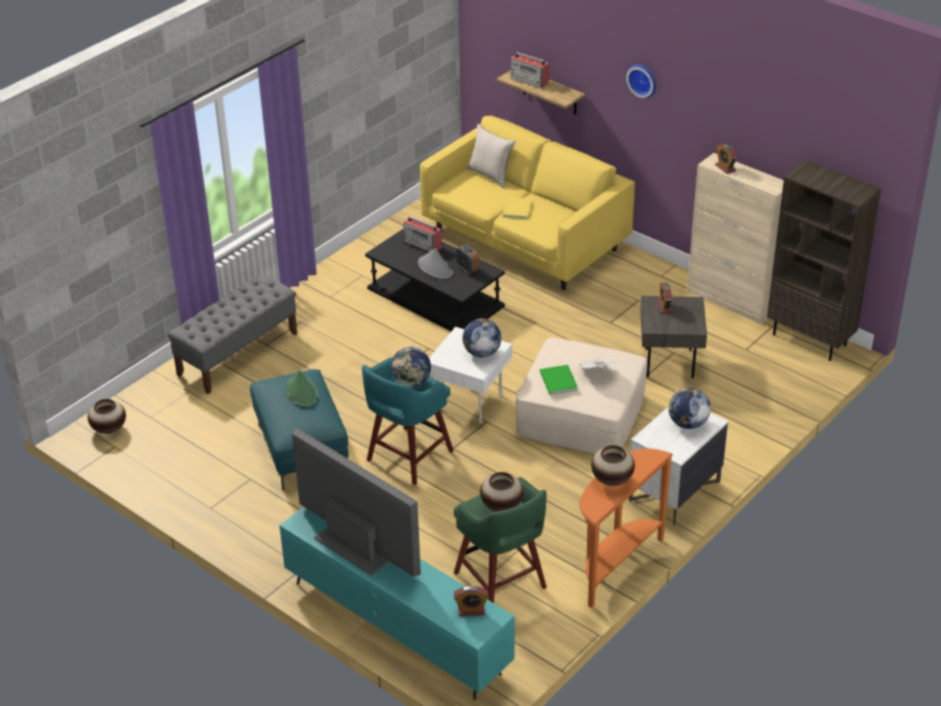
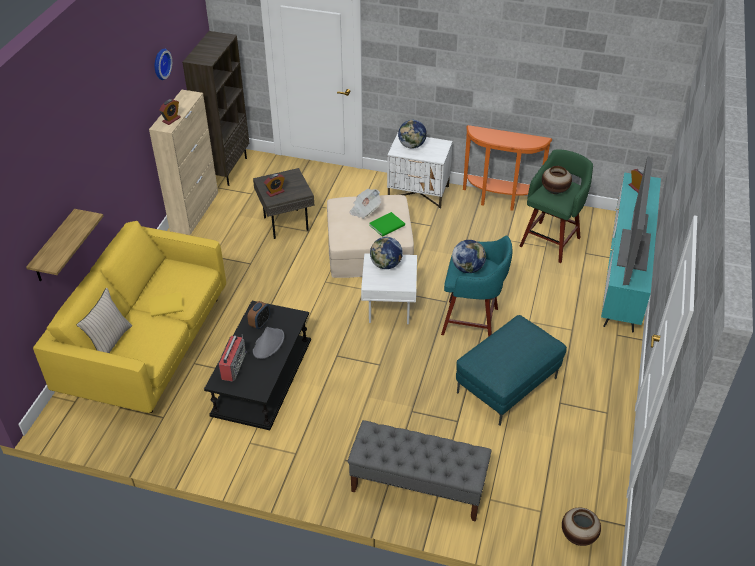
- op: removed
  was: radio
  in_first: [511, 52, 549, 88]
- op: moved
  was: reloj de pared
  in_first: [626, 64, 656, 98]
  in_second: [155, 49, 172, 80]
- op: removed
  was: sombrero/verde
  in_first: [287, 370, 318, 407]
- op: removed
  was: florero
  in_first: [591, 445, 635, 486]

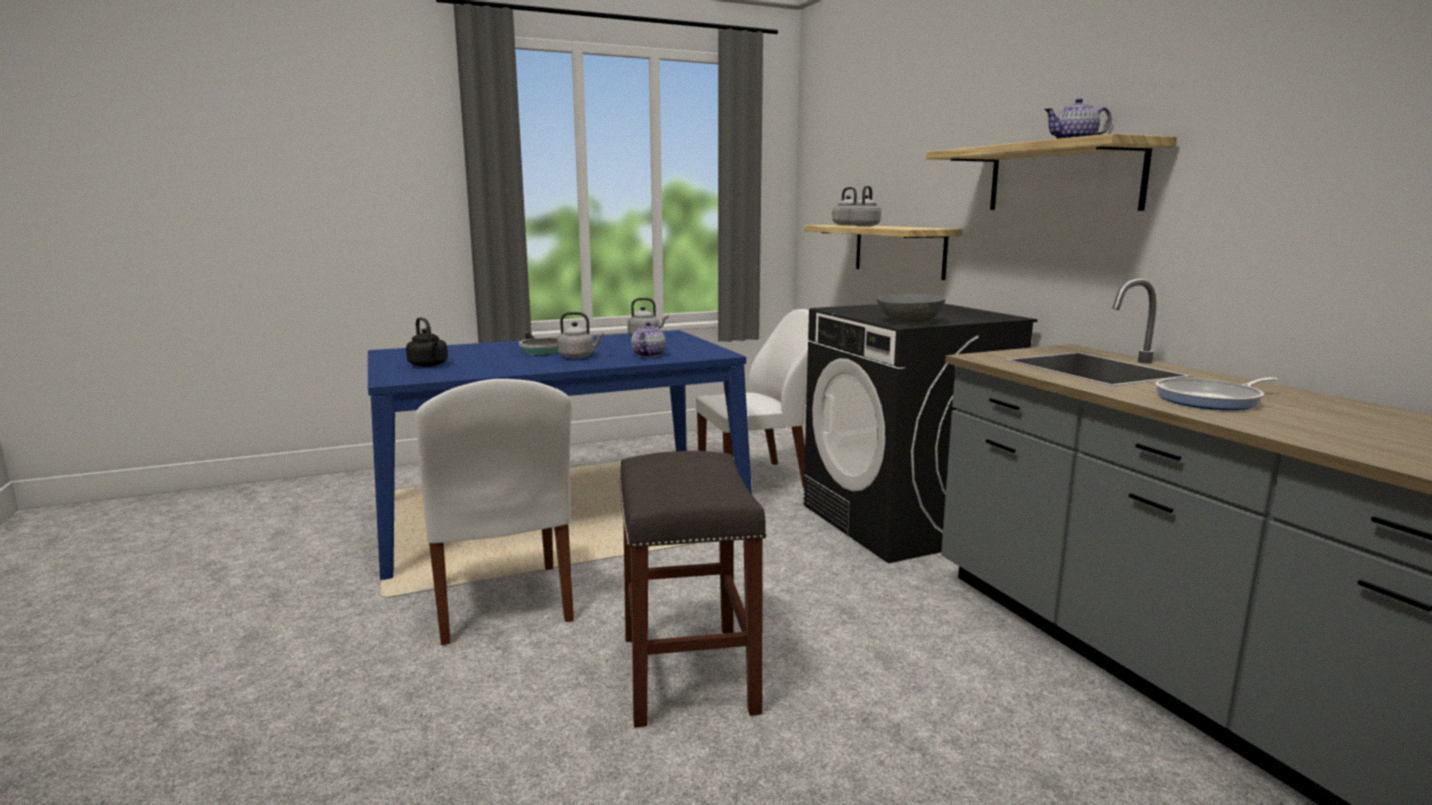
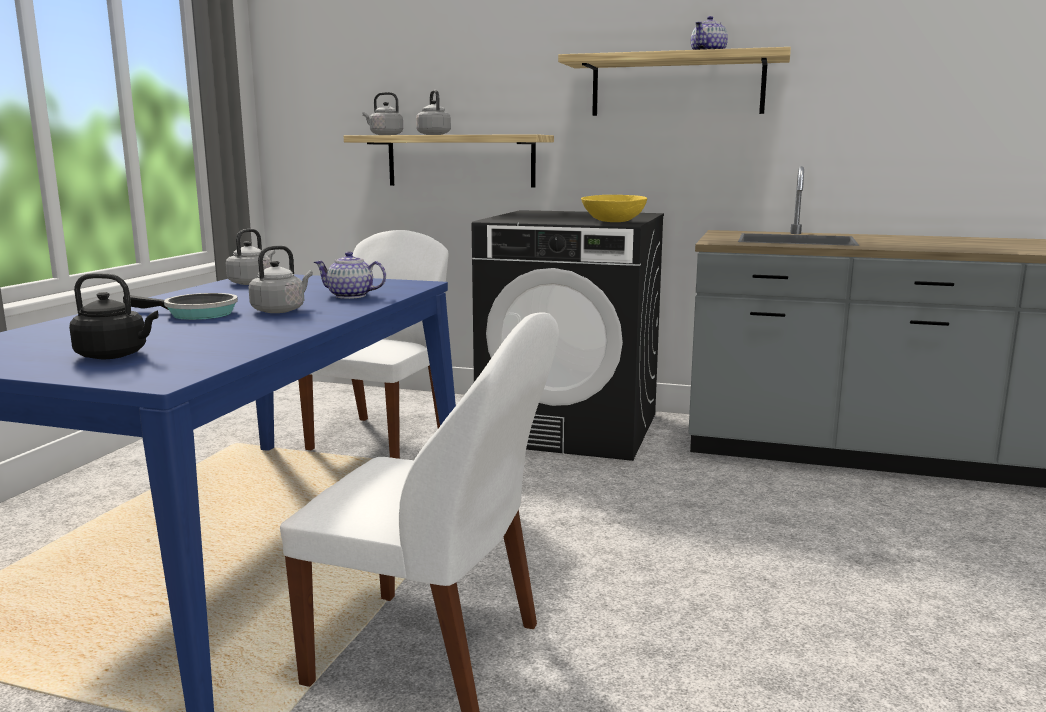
- op: recoloured
  was: cuenco/gris
  now: cuenco/amarillo
  in_first: [877, 294, 946, 323]
  in_second: [581, 195, 647, 222]
- op: turned
  was: tetera
  in_first: [631, 322, 666, 357]
  in_second: [314, 251, 386, 299]
  clockwise: -45
- op: removed
  was: sartén
  in_first: [1156, 377, 1278, 410]
- op: removed
  was: taburete/gris
  in_first: [619, 451, 767, 728]

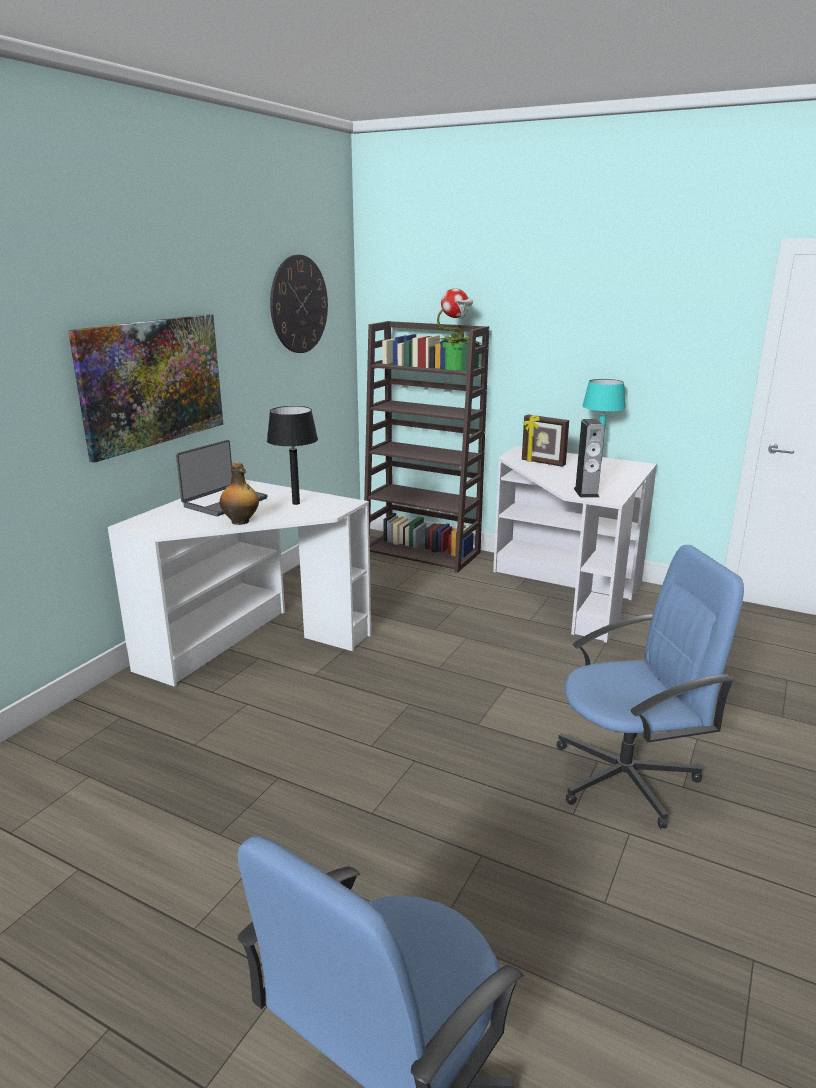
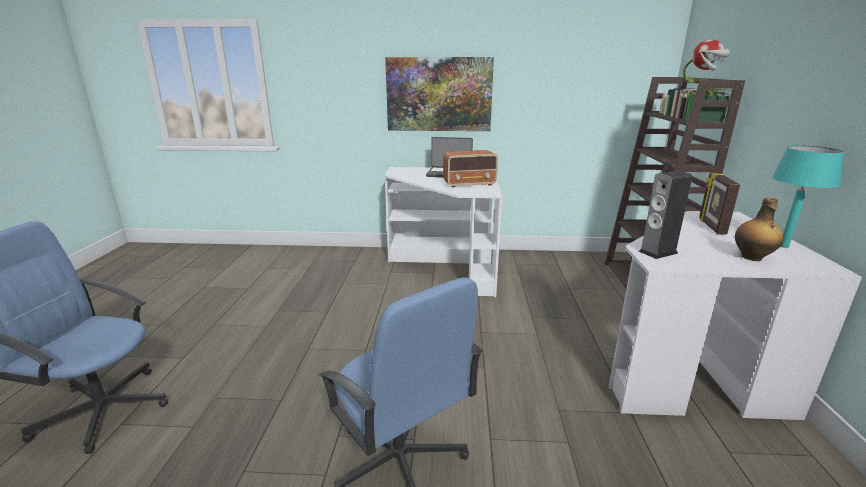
- op: removed
  was: reloj de pared
  in_first: [270, 255, 328, 353]
- op: replaced
  was: lámpara de mesa/negro
  now: radio
  in_first: [267, 406, 318, 505]
  in_second: [443, 150, 498, 187]
- op: moved
  was: botella
  in_first: [220, 462, 259, 525]
  in_second: [735, 197, 783, 261]

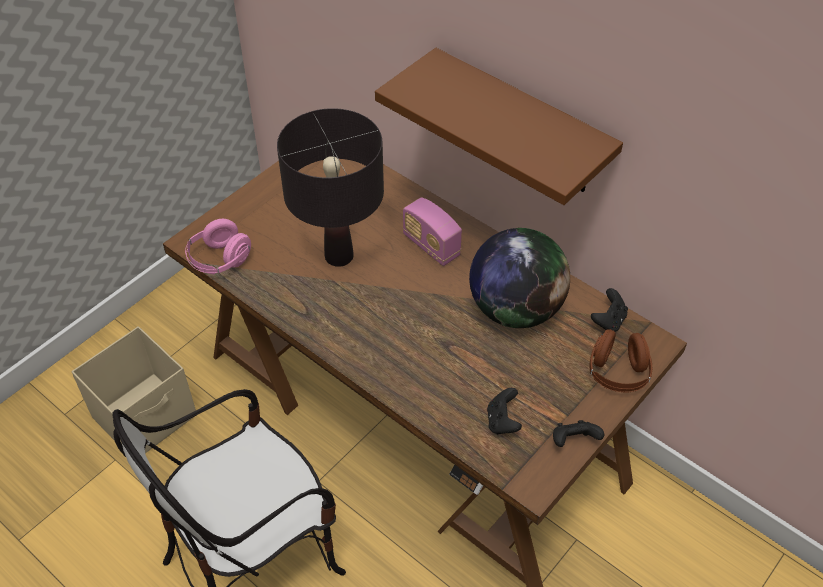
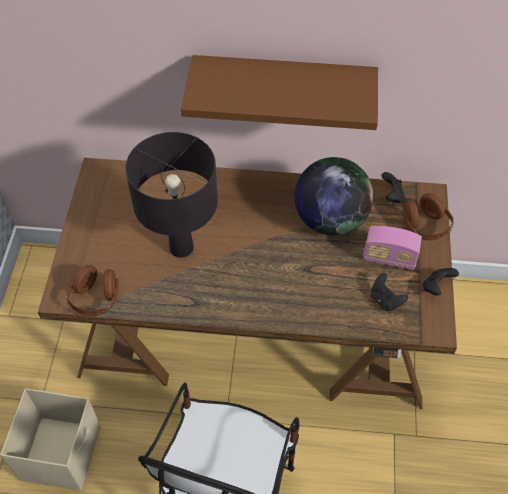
- op: moved
  was: radio
  in_first: [403, 197, 462, 266]
  in_second: [363, 226, 422, 270]
- op: recoloured
  was: auriculares/rosa
  now: auriculares/marrón
  in_first: [185, 219, 251, 274]
  in_second: [66, 265, 118, 317]

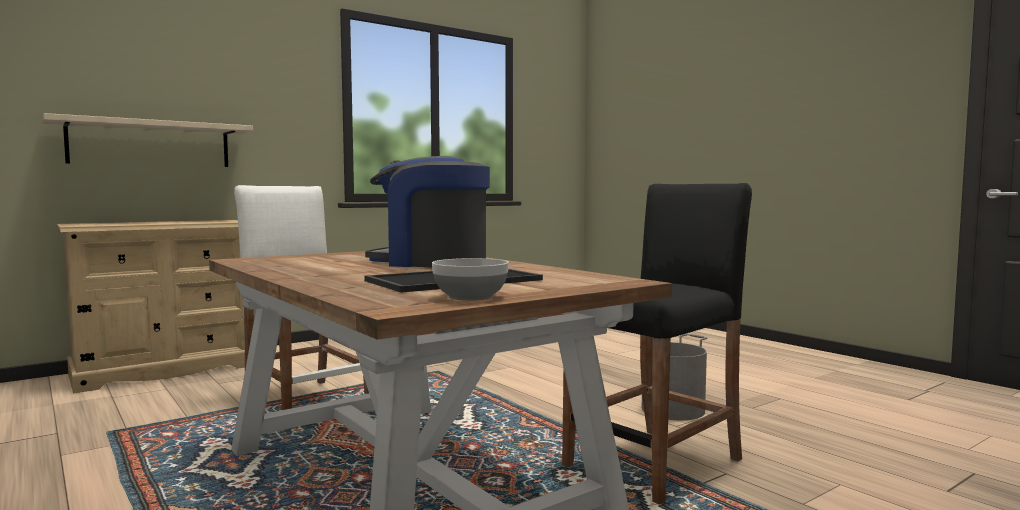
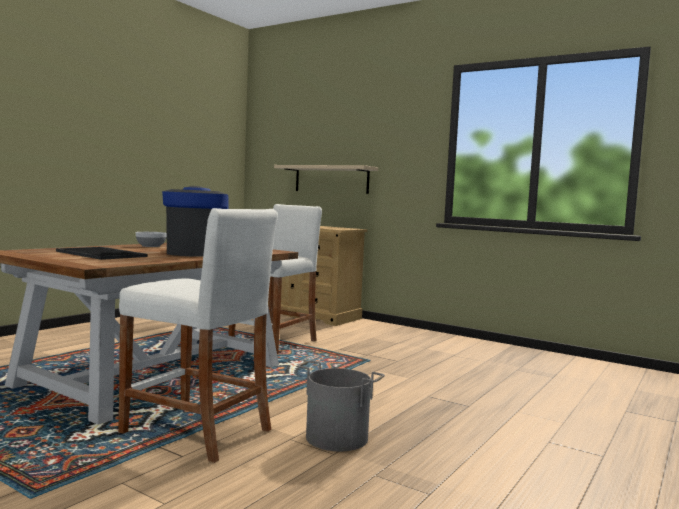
- op: recoloured
  was: taburete/negro
  now: taburete/blanco
  in_first: [562, 183, 752, 505]
  in_second: [118, 208, 278, 463]
- op: moved
  was: cuenco
  in_first: [432, 258, 509, 301]
  in_second: [136, 232, 167, 247]

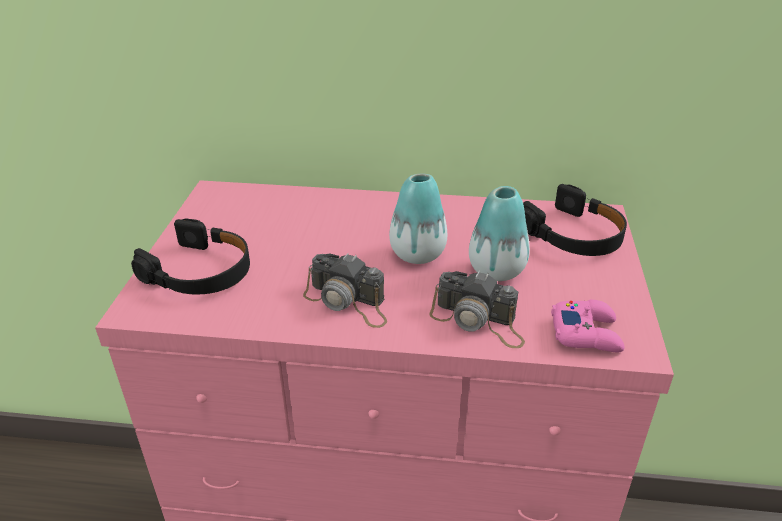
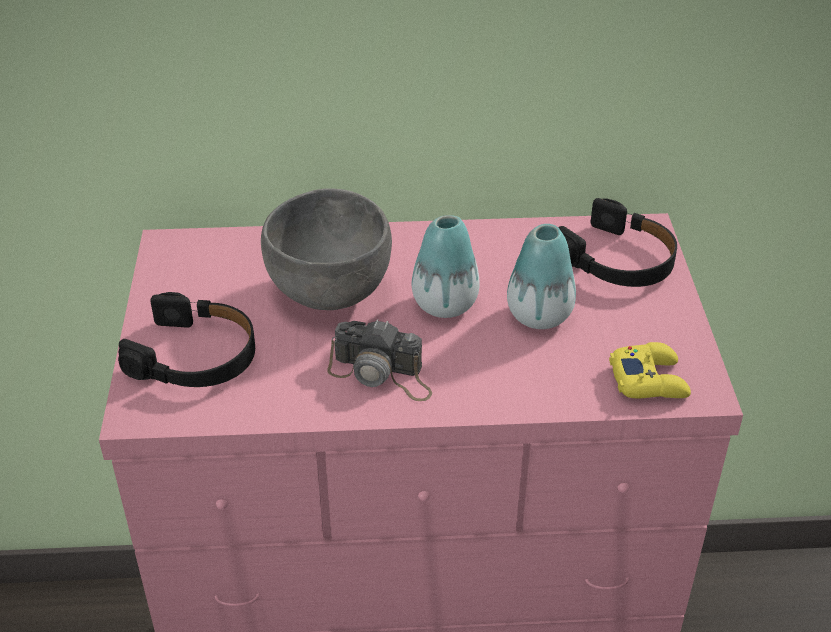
- op: removed
  was: cámara
  in_first: [430, 271, 525, 348]
- op: recoloured
  was: mando de consola/rosa
  now: mando de consola/amarillo
  in_first: [551, 300, 625, 352]
  in_second: [609, 342, 691, 398]
- op: added
  now: cuenco/gris
  in_second: [261, 188, 392, 310]

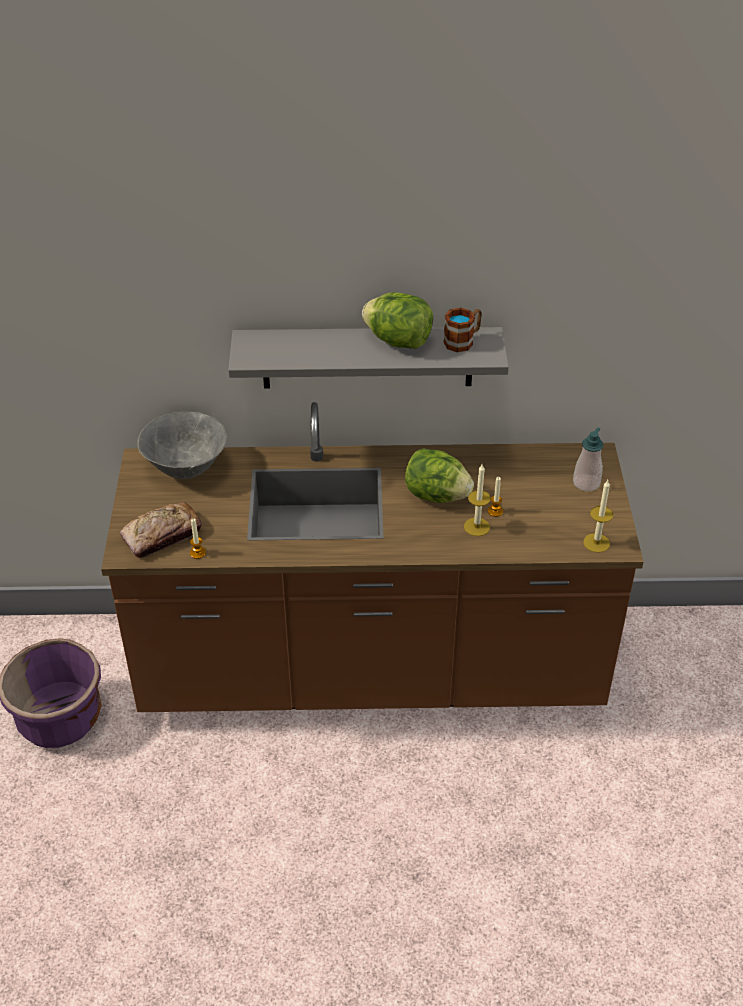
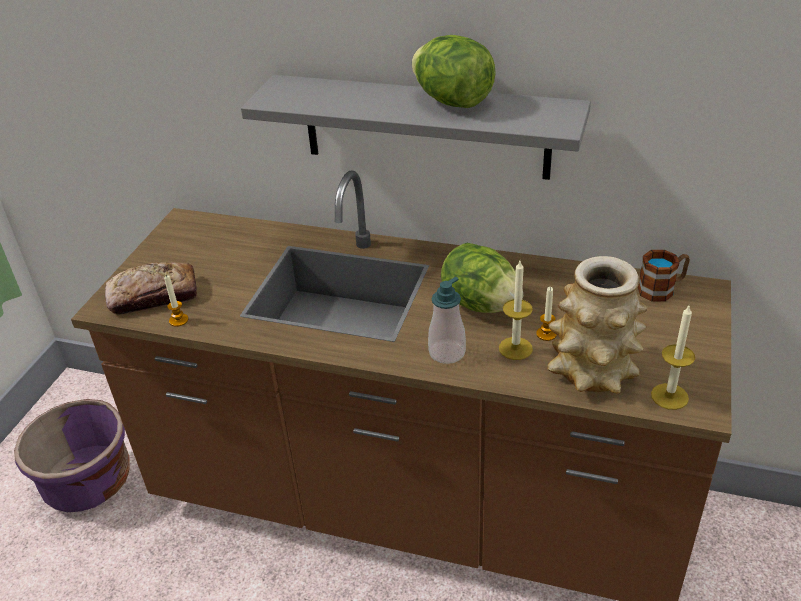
- op: moved
  was: taza grande
  in_first: [443, 308, 482, 352]
  in_second: [638, 250, 690, 301]
- op: removed
  was: cuenco/gris
  in_first: [137, 412, 227, 479]
- op: moved
  was: dispensador de jabón
  in_first: [573, 427, 604, 491]
  in_second: [428, 277, 466, 364]
- op: added
  now: florero
  in_second: [547, 256, 648, 394]

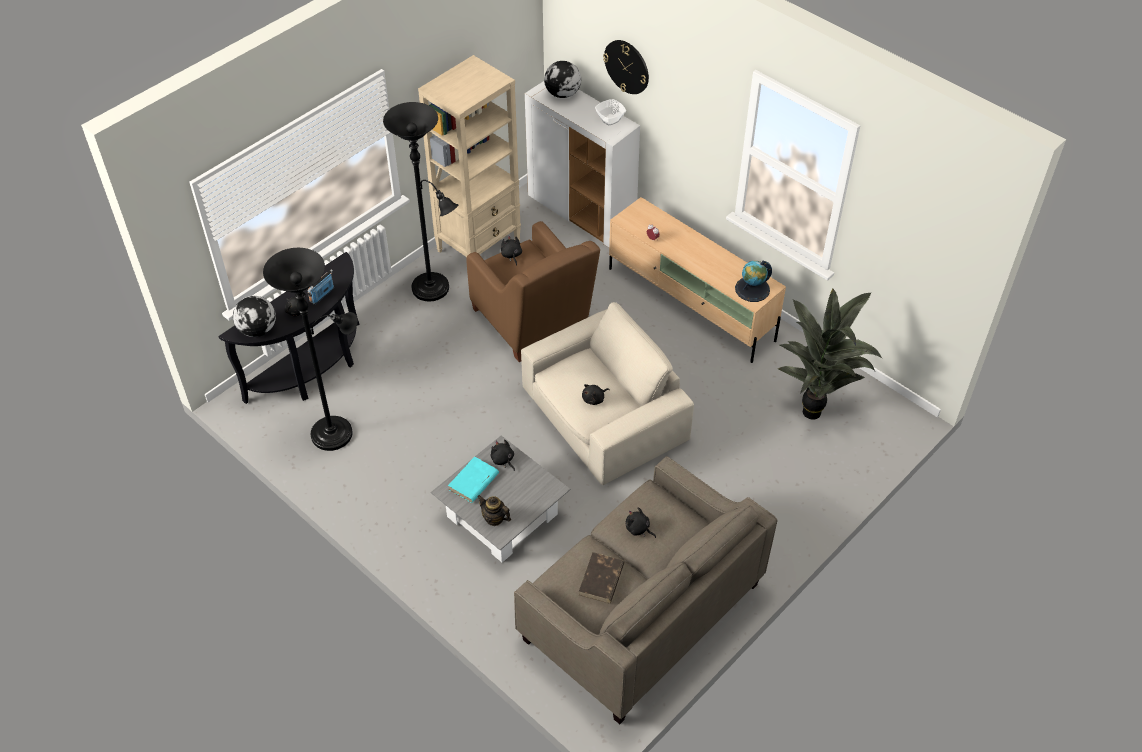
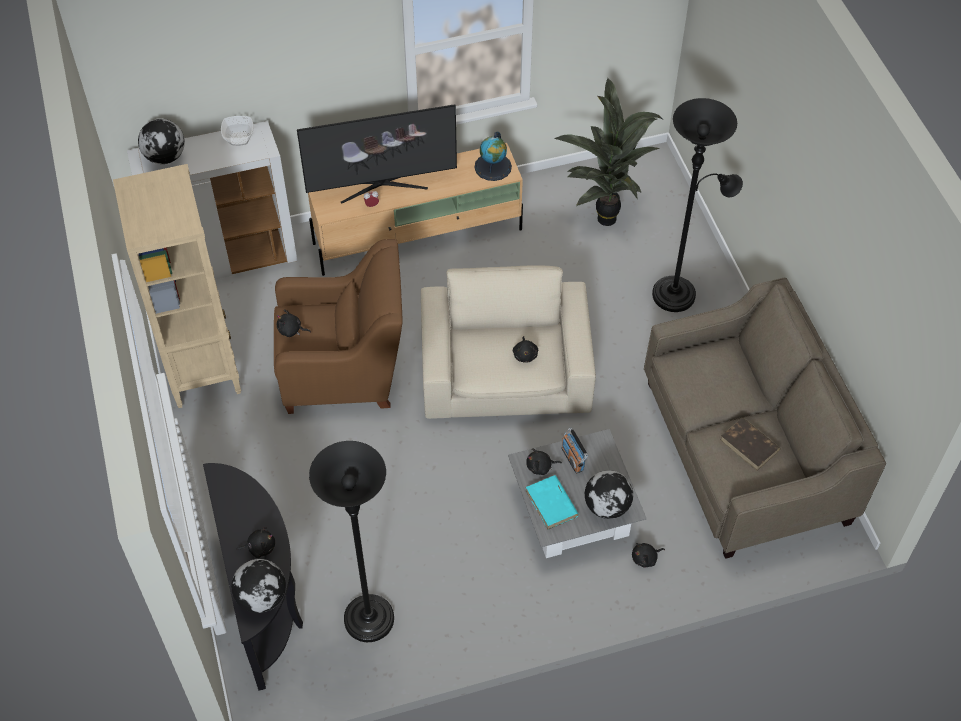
- op: removed
  was: reloj de pared
  in_first: [603, 40, 649, 94]
- op: moved
  was: lámpara de pie/negro
  in_first: [383, 102, 458, 301]
  in_second: [652, 98, 743, 312]
- op: moved
  was: radio
  in_first: [308, 269, 334, 305]
  in_second: [561, 428, 588, 474]
- op: replaced
  was: tetera
  now: globo terráqueo
  in_first: [477, 495, 511, 526]
  in_second: [585, 470, 633, 519]
- op: moved
  was: peluche/negro
  in_first: [626, 507, 656, 538]
  in_second: [632, 543, 665, 568]
- op: added
  now: televisor
  in_second: [297, 104, 457, 203]

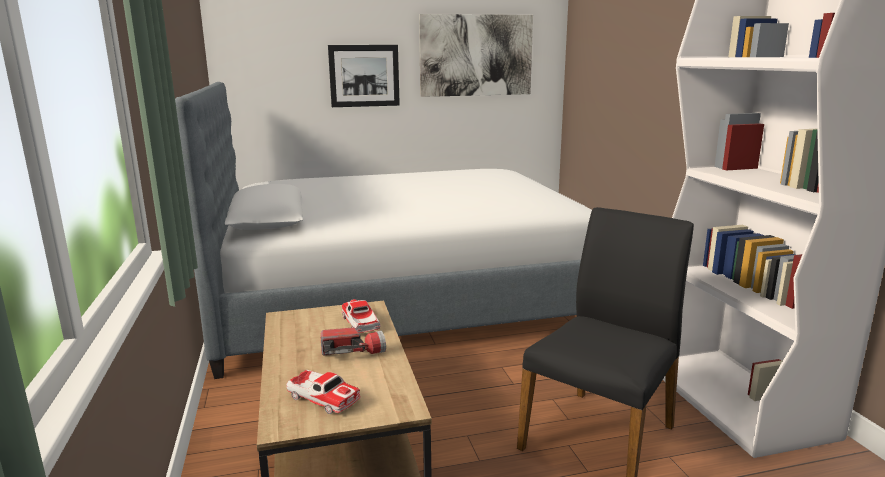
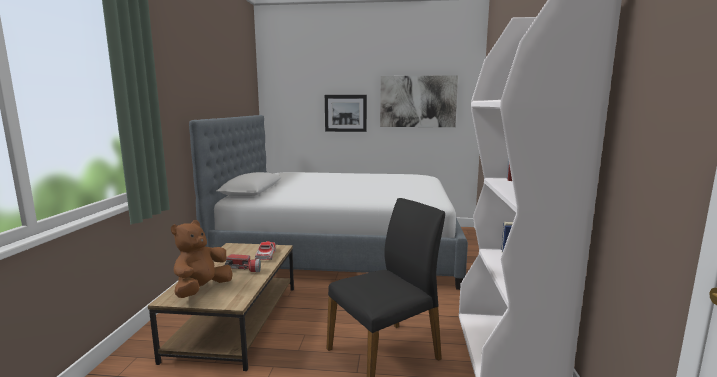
- op: replaced
  was: coche de juguete
  now: peluche/marrón
  in_first: [286, 370, 361, 414]
  in_second: [171, 220, 233, 298]

